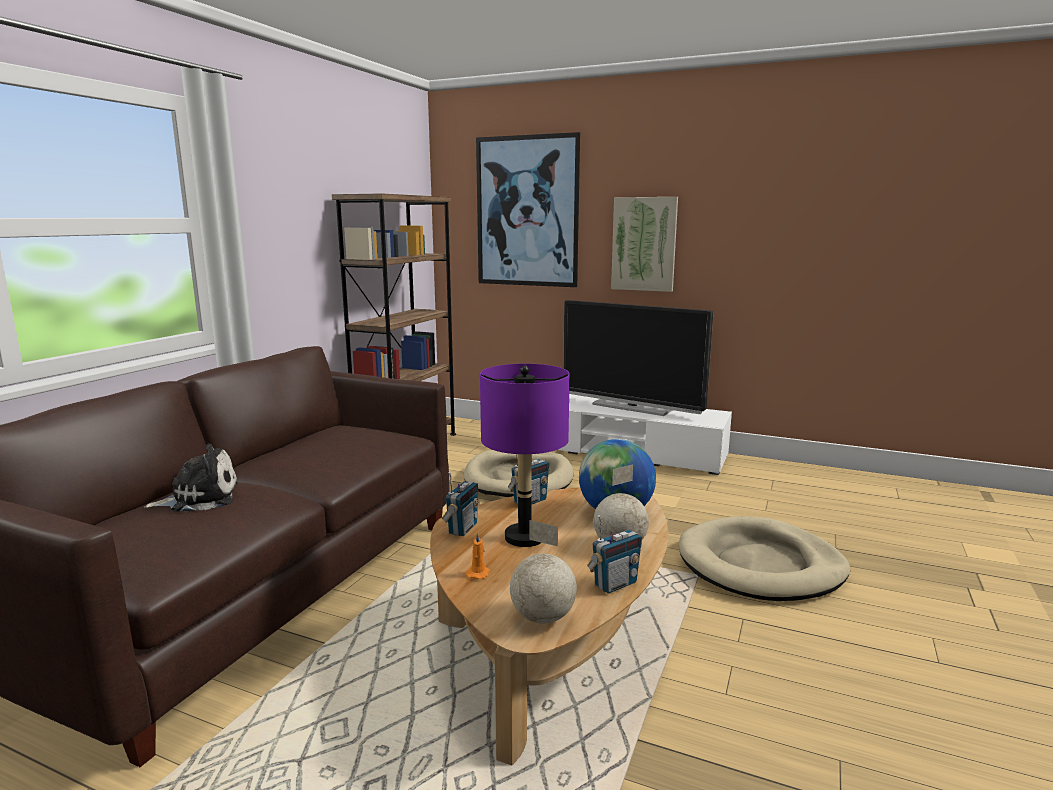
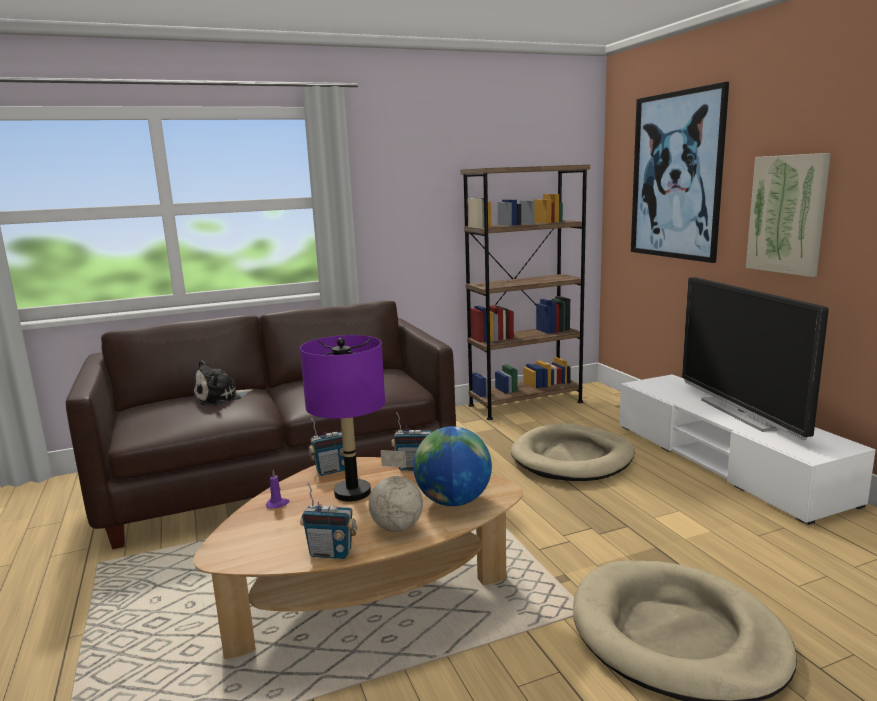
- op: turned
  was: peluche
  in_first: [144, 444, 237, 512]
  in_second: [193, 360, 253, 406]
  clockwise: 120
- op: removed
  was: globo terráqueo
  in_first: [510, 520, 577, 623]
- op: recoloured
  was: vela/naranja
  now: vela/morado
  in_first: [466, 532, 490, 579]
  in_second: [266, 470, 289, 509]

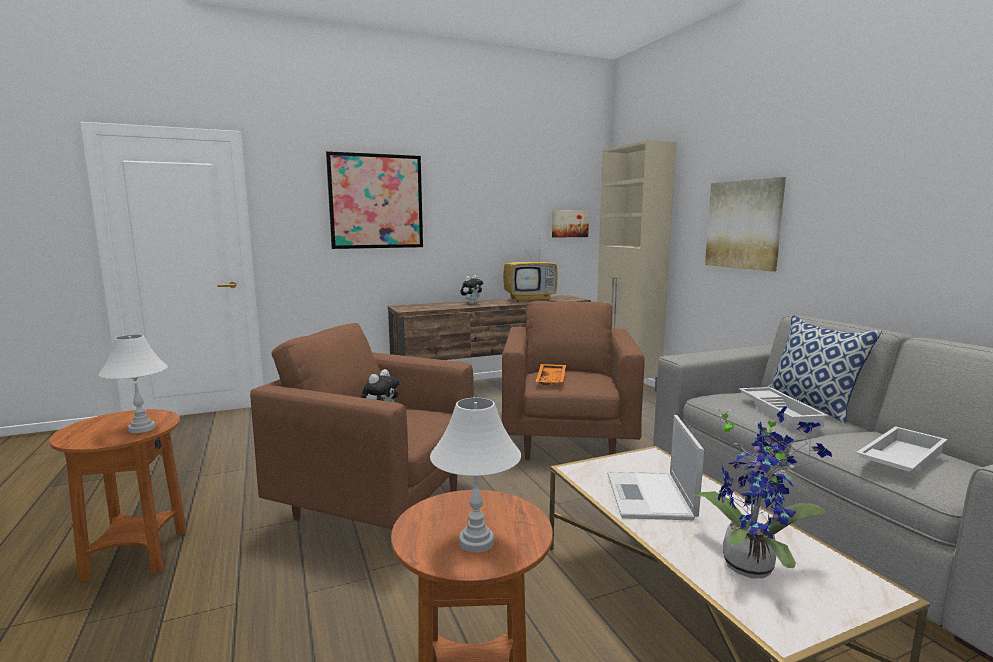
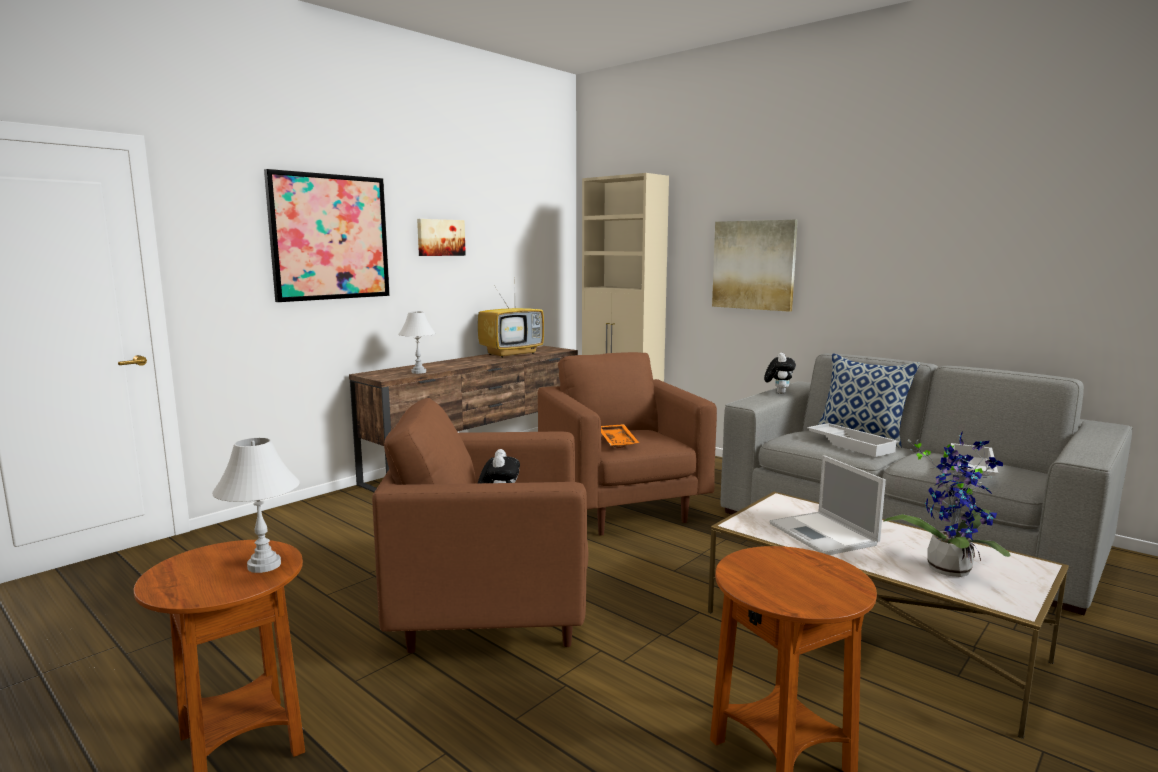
- op: moved
  was: cuadro
  in_first: [552, 210, 589, 238]
  in_second: [417, 219, 466, 256]
- op: moved
  was: peluche
  in_first: [460, 275, 483, 304]
  in_second: [764, 353, 796, 394]
- op: moved
  was: lámpara de mesa/blanco
  in_first: [430, 398, 521, 553]
  in_second: [398, 312, 436, 374]

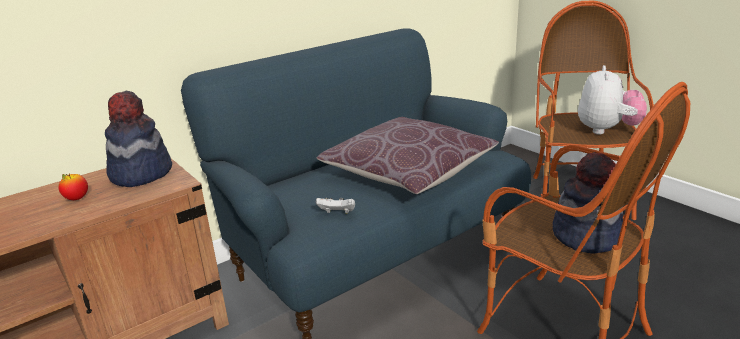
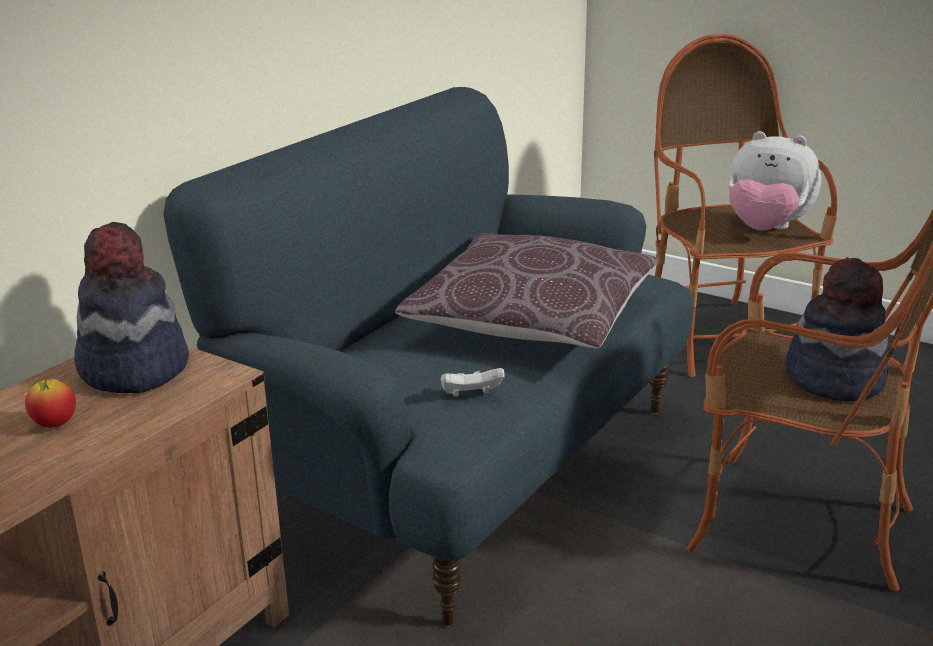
- op: turned
  was: peluche
  in_first: [578, 65, 647, 134]
  in_second: [728, 131, 821, 230]
  clockwise: 120

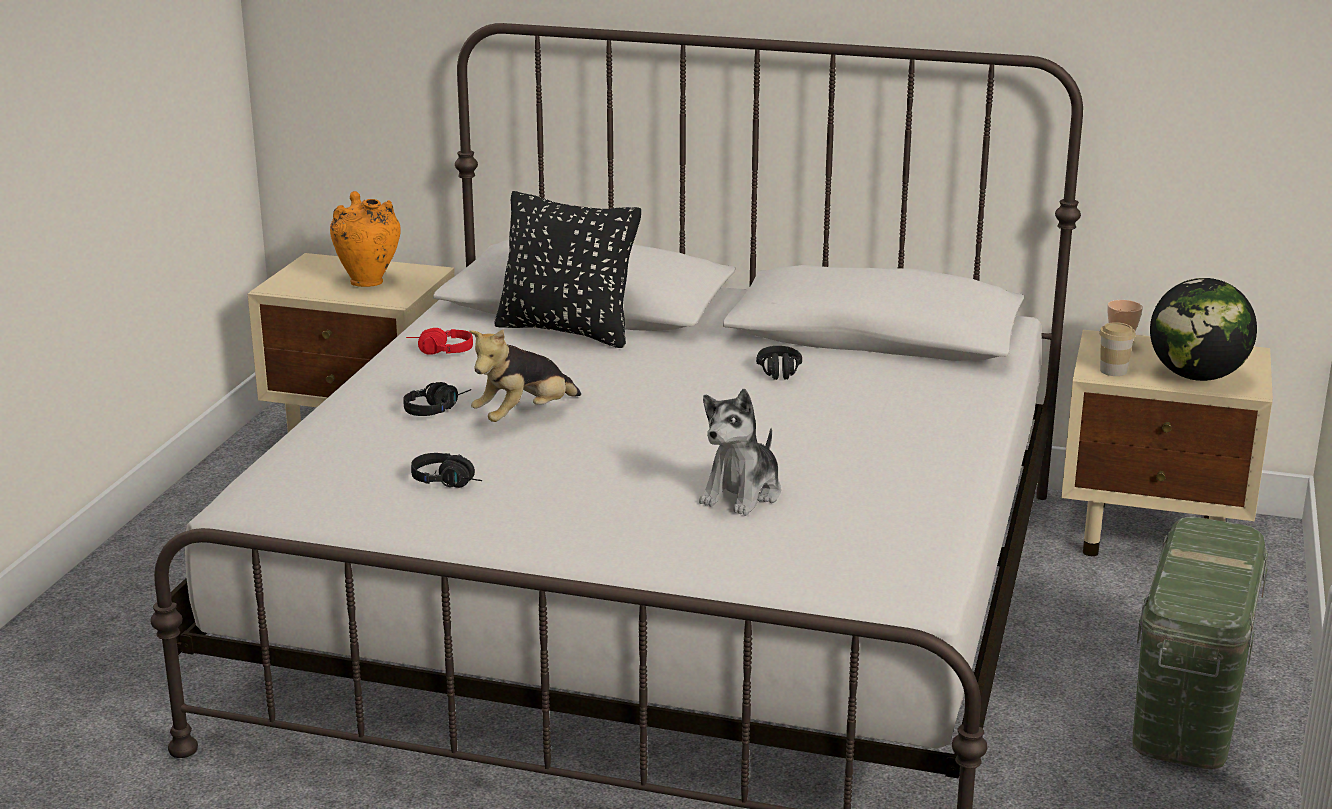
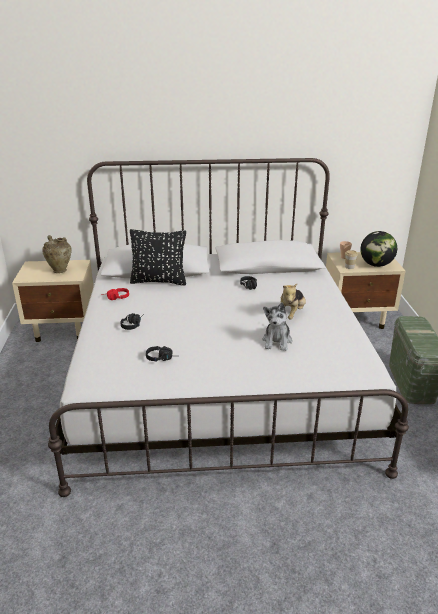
- op: recoloured
  was: florero/naranja
  now: florero/beis
  in_first: [330, 191, 401, 287]
  in_second: [42, 235, 72, 273]
- op: moved
  was: peluche
  in_first: [469, 329, 581, 422]
  in_second: [281, 284, 306, 320]

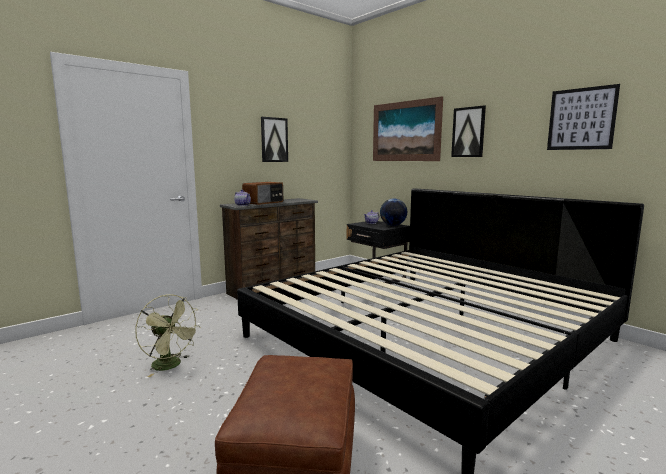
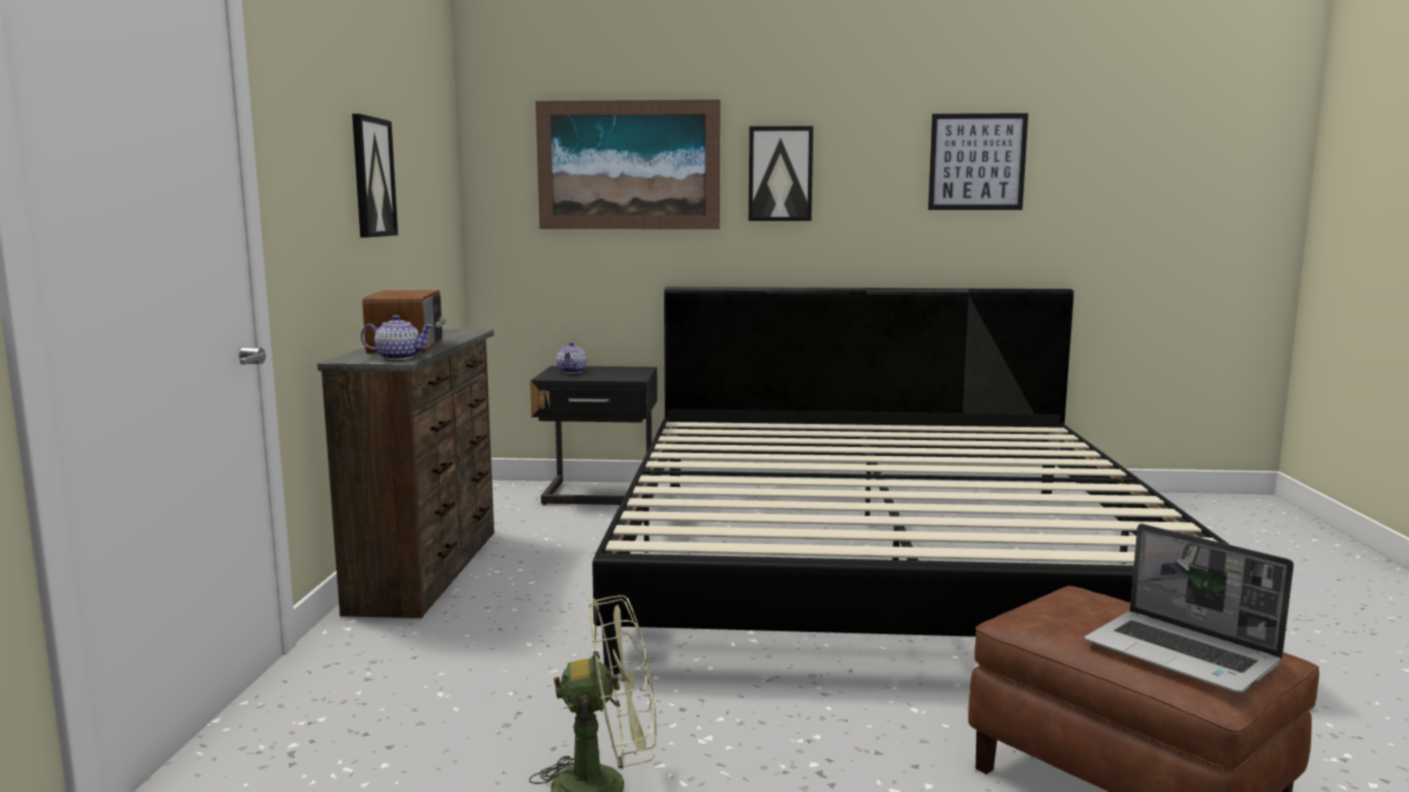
- op: removed
  was: globo terráqueo
  in_first: [380, 198, 407, 226]
- op: added
  now: portátil
  in_second: [1084, 524, 1294, 693]

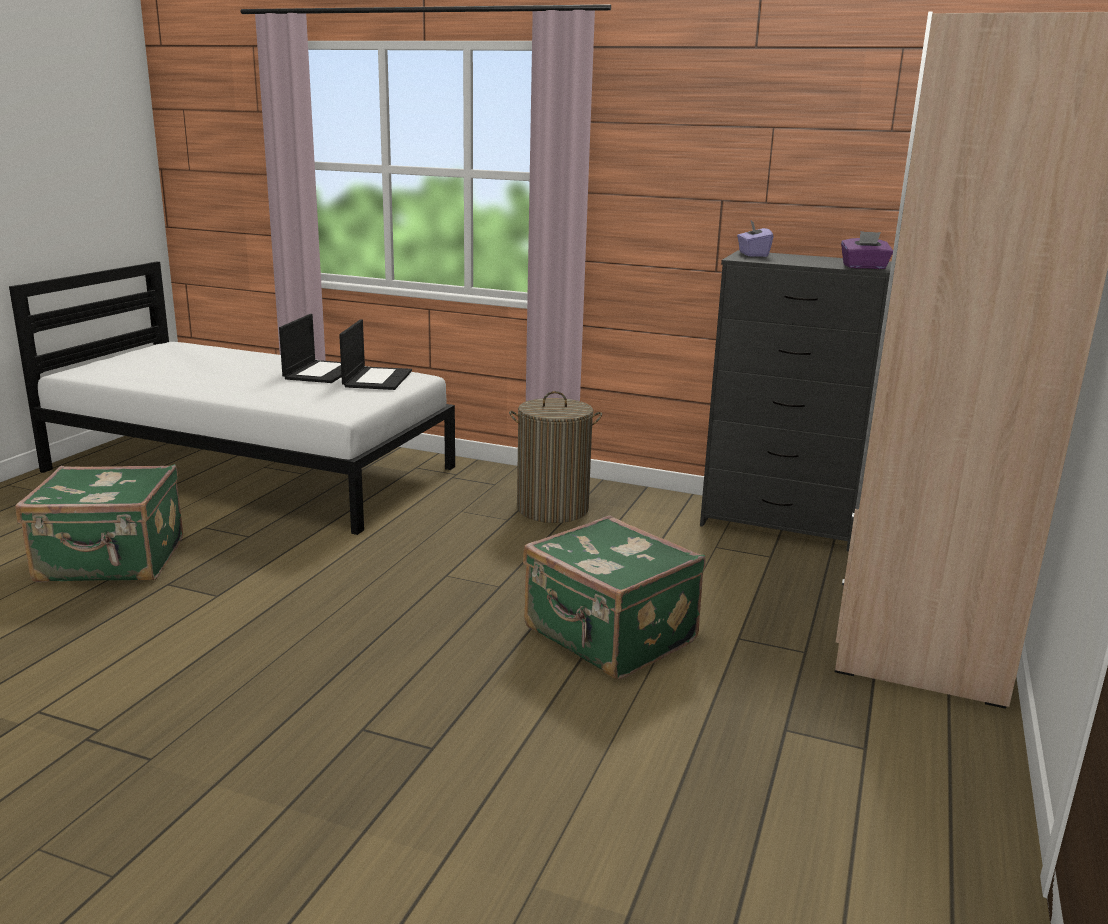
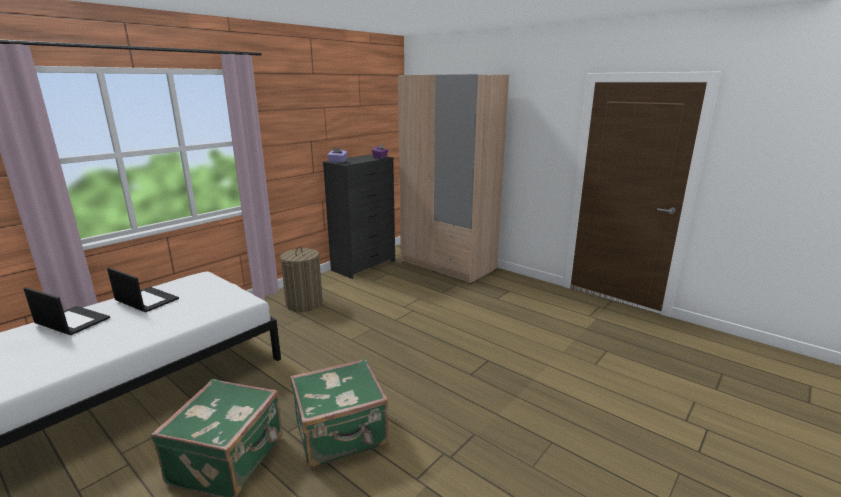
- op: moved
  was: portátil
  in_first: [339, 319, 412, 390]
  in_second: [23, 287, 110, 335]
- op: moved
  was: maleta/verde
  in_first: [523, 515, 706, 680]
  in_second: [290, 359, 389, 468]

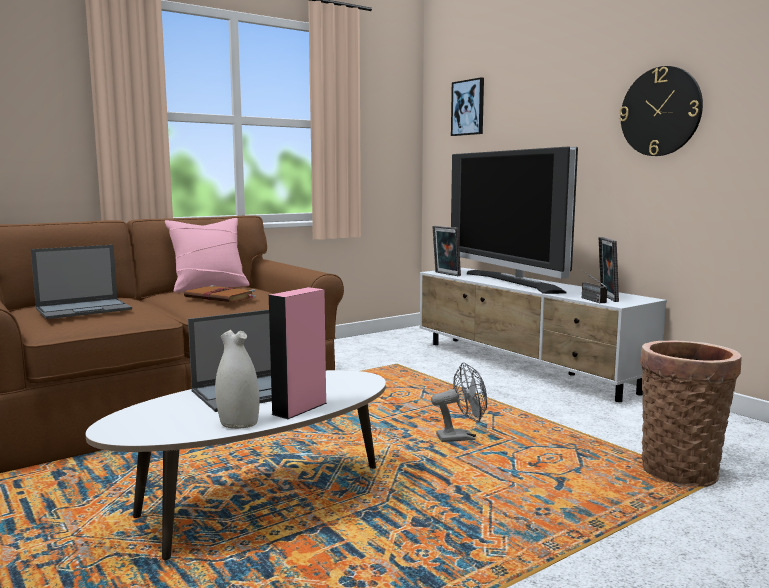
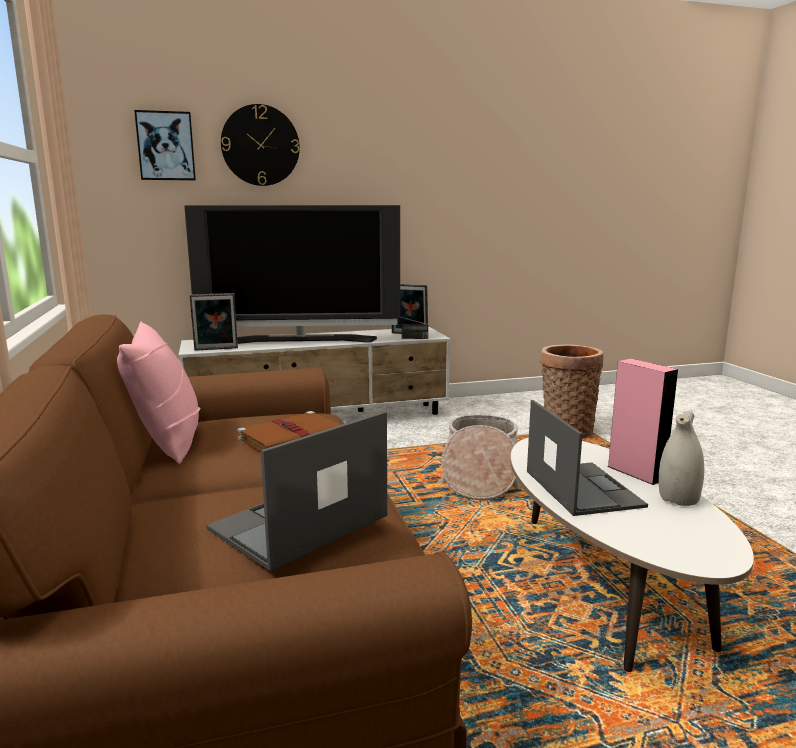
- op: moved
  was: reloj de pared
  in_first: [619, 66, 703, 156]
  in_second: [221, 104, 300, 186]
- op: turned
  was: portátil
  in_first: [31, 245, 132, 319]
  in_second: [206, 411, 388, 571]
  clockwise: -120
- op: replaced
  was: ventilador/gris
  now: cesta
  in_first: [431, 362, 487, 442]
  in_second: [440, 415, 520, 500]

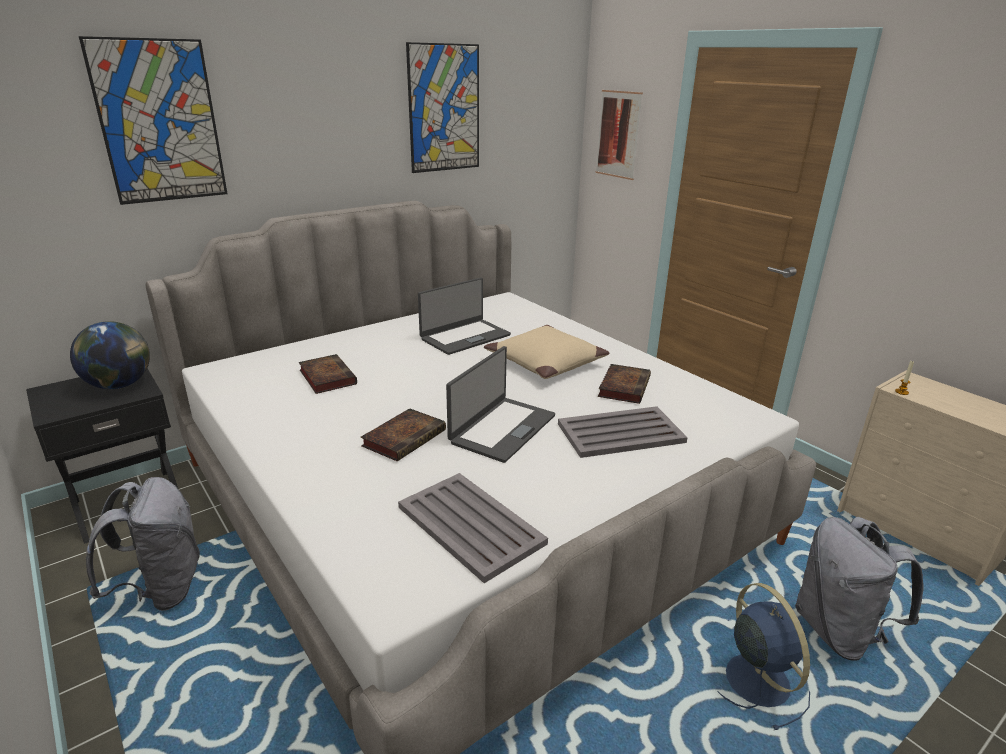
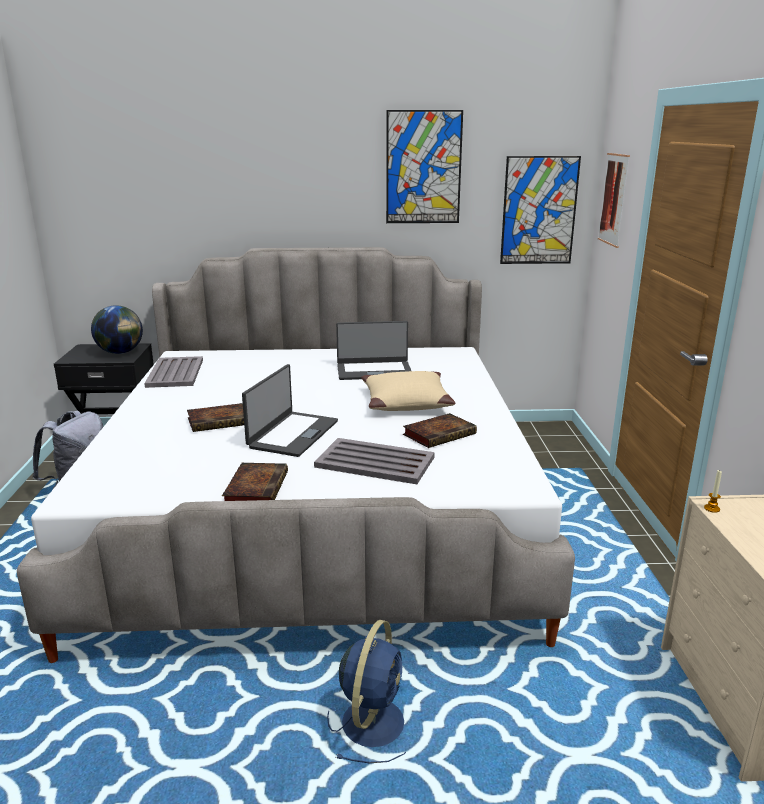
- op: moved
  was: cuadro
  in_first: [79, 36, 227, 205]
  in_second: [500, 156, 581, 264]
- op: turned
  was: portátil
  in_first: [446, 346, 555, 463]
  in_second: [242, 364, 338, 457]
  clockwise: -45
- op: moved
  was: libro
  in_first: [299, 354, 357, 394]
  in_second: [222, 463, 288, 501]
- op: moved
  was: bandeja/gris
  in_first: [398, 473, 548, 583]
  in_second: [144, 356, 203, 388]
- op: removed
  was: mochila/gris
  in_first: [795, 517, 924, 661]

